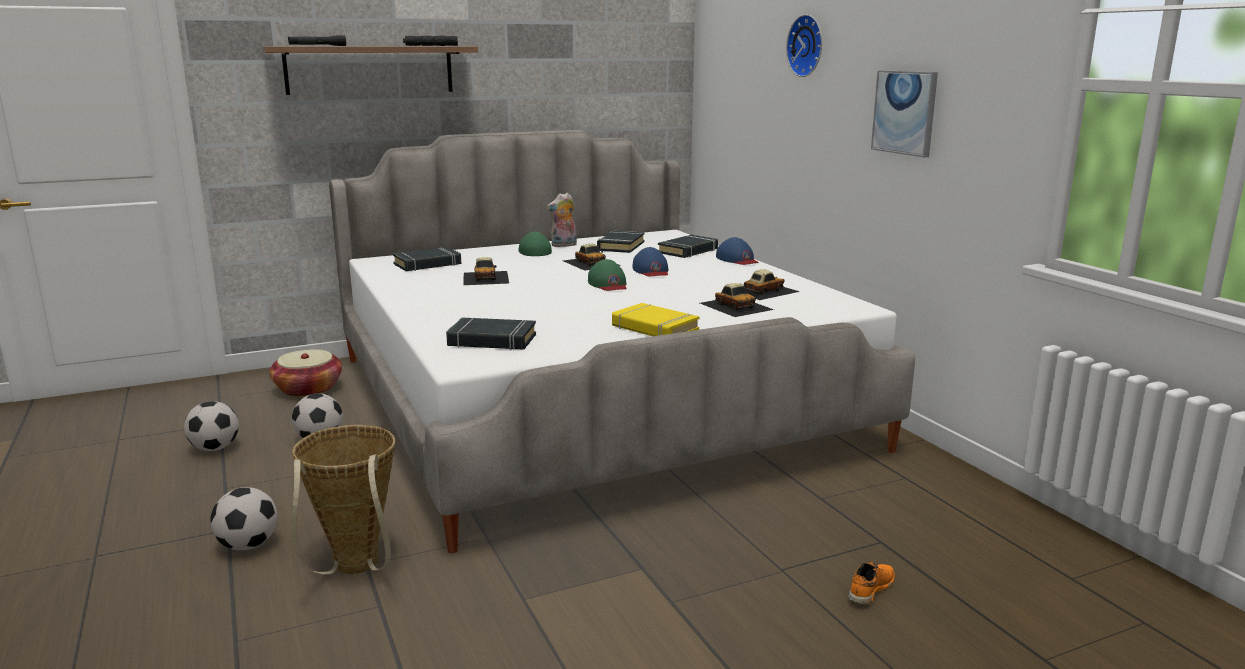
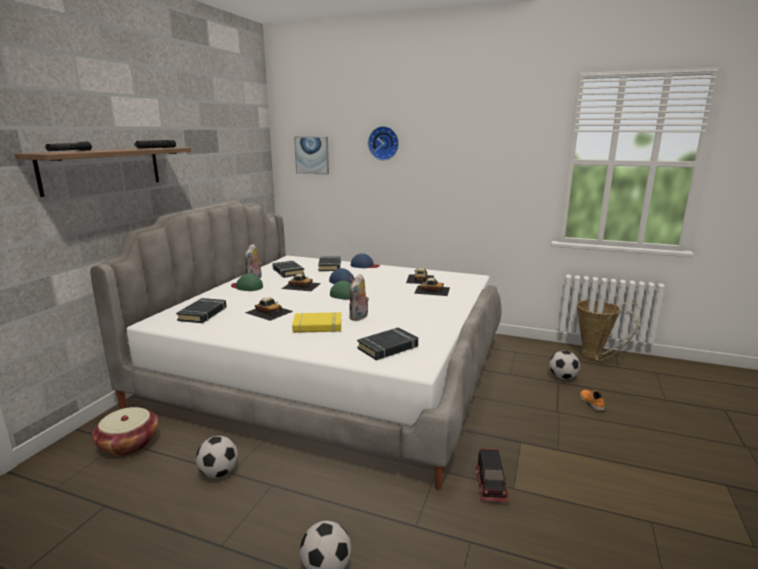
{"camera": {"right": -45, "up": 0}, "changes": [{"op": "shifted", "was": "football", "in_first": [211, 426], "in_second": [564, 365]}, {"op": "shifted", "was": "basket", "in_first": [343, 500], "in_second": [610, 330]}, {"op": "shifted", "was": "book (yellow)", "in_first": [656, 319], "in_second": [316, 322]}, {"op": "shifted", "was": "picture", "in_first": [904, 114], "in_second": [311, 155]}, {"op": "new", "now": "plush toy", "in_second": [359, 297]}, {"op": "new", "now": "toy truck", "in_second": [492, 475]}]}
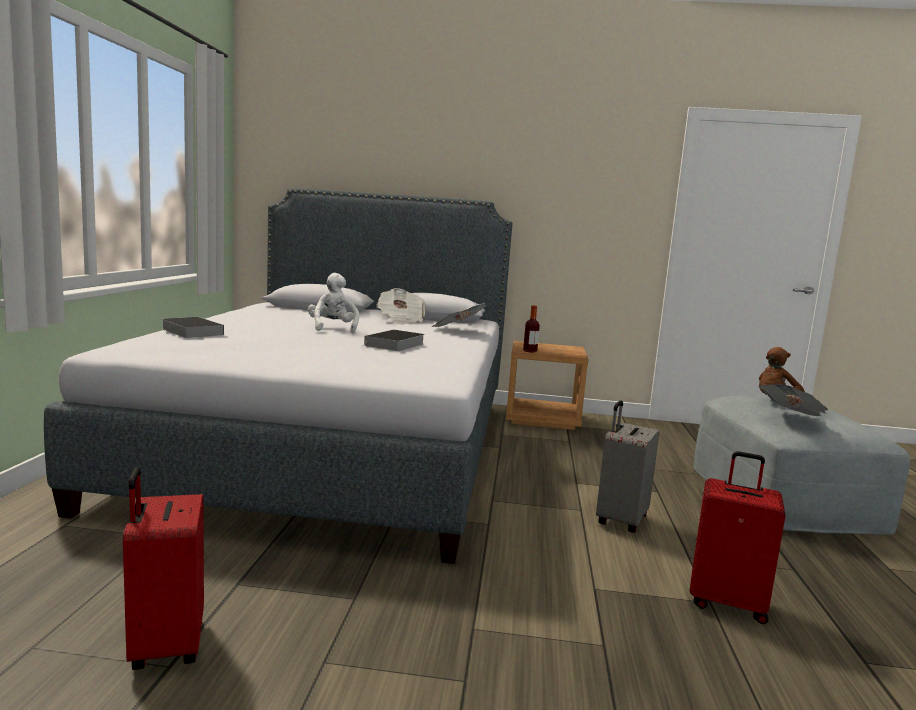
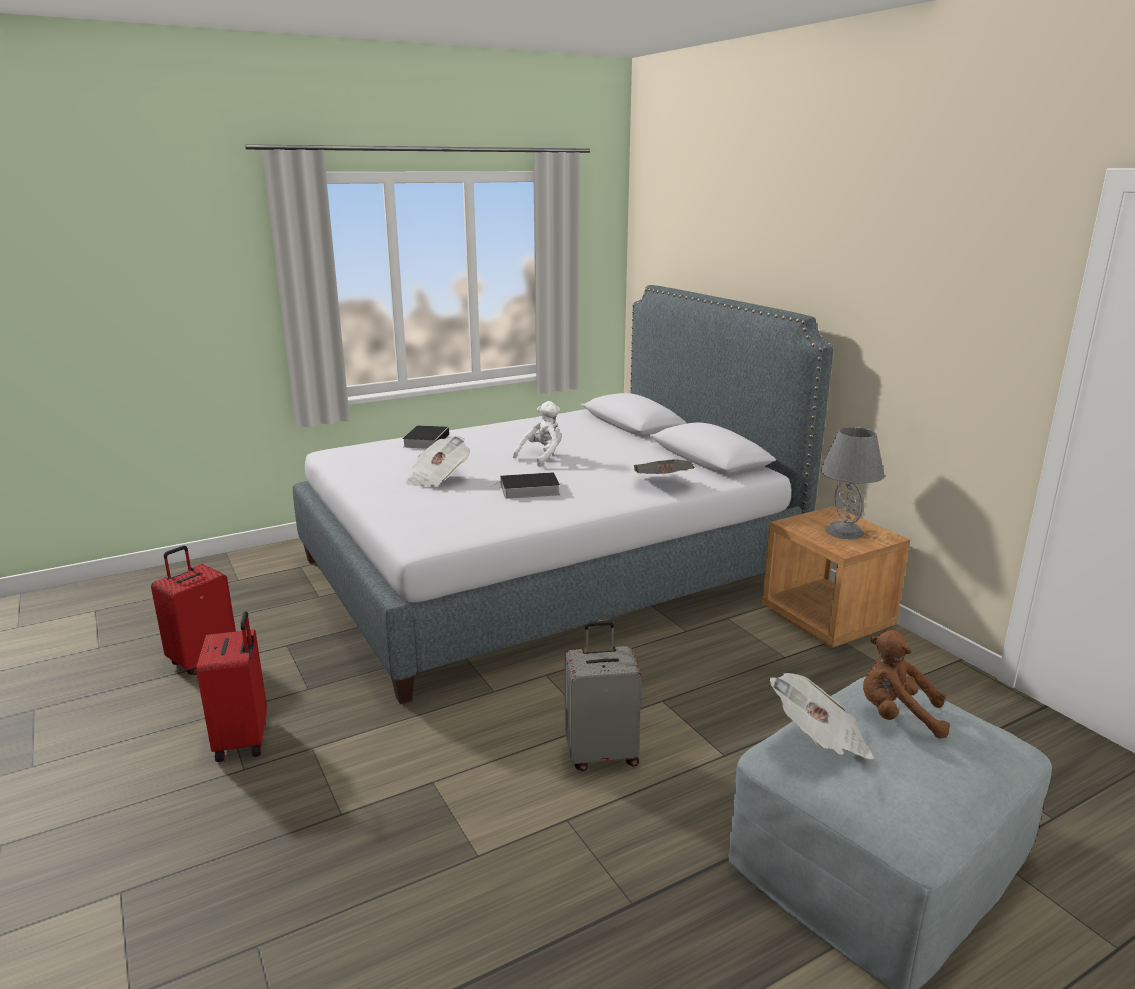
{"camera": {"right": 55, "up": 10}, "changes": [{"op": "shifted", "was": "newspaper", "in_first": [401, 306], "in_second": [438, 461]}, {"op": "gone", "was": "bottle", "in_first": [531, 329]}, {"op": "shifted", "was": "suitcase (red)", "in_first": [737, 537], "in_second": [231, 686]}, {"op": "new", "now": "table lamp (grey)", "in_second": [853, 483]}]}
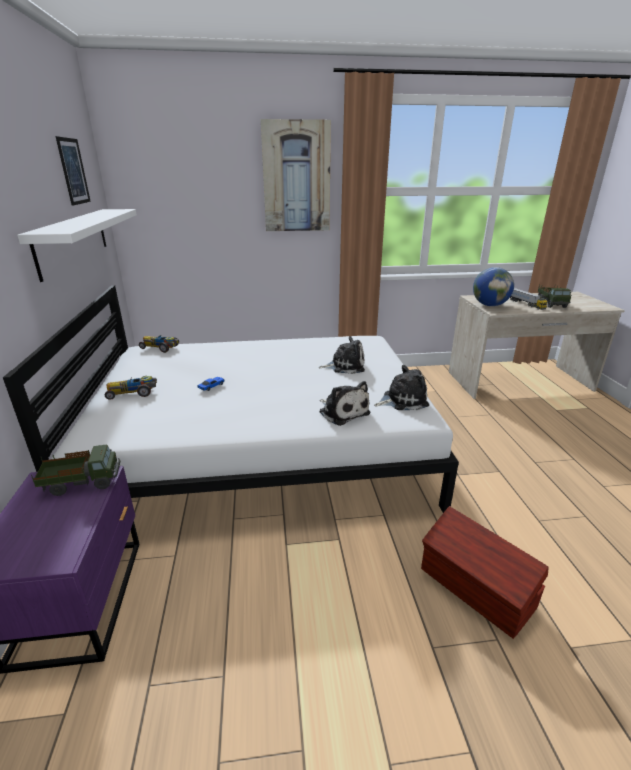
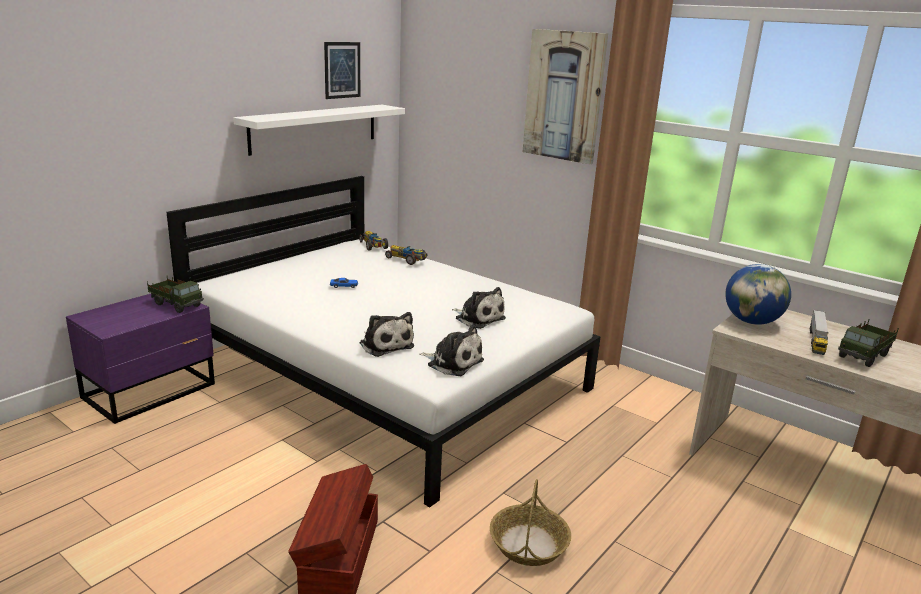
{"camera": {"right": 45, "up": -5}, "changes": [{"op": "shifted", "was": "toy car", "in_first": [131, 388], "in_second": [406, 255]}, {"op": "rotated", "was": "plush toy", "in_first": [344, 403], "in_second": [387, 334], "clockwise": -45}, {"op": "new", "now": "basket", "in_second": [530, 522]}]}
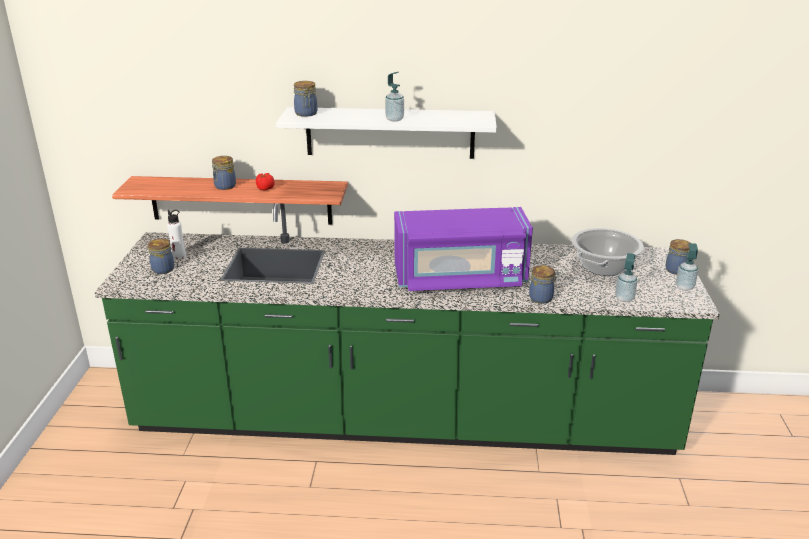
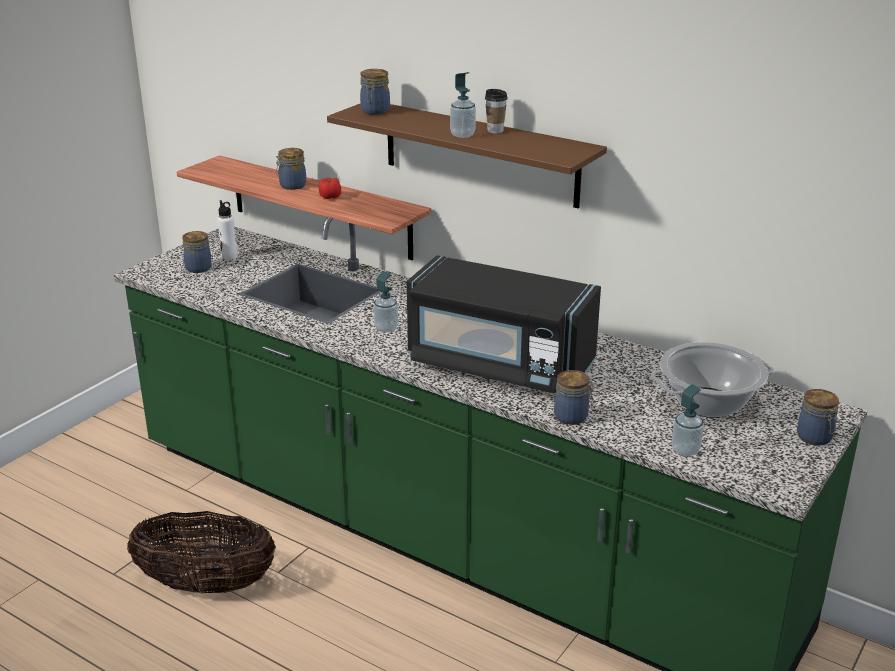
{"camera": {"right": 30, "up": 0}, "changes": [{"op": "repainted", "was": "shelf (white)", "now": "shelf (brown)", "in_first": [386, 133], "in_second": [467, 156]}, {"op": "repainted", "was": "microwave (purple)", "now": "microwave (black)", "in_first": [463, 249], "in_second": [504, 324]}, {"op": "shifted", "was": "soap dispenser", "in_first": [687, 267], "in_second": [386, 301]}, {"op": "new", "now": "basket", "in_second": [201, 552]}, {"op": "new", "now": "cup", "in_second": [496, 111]}]}
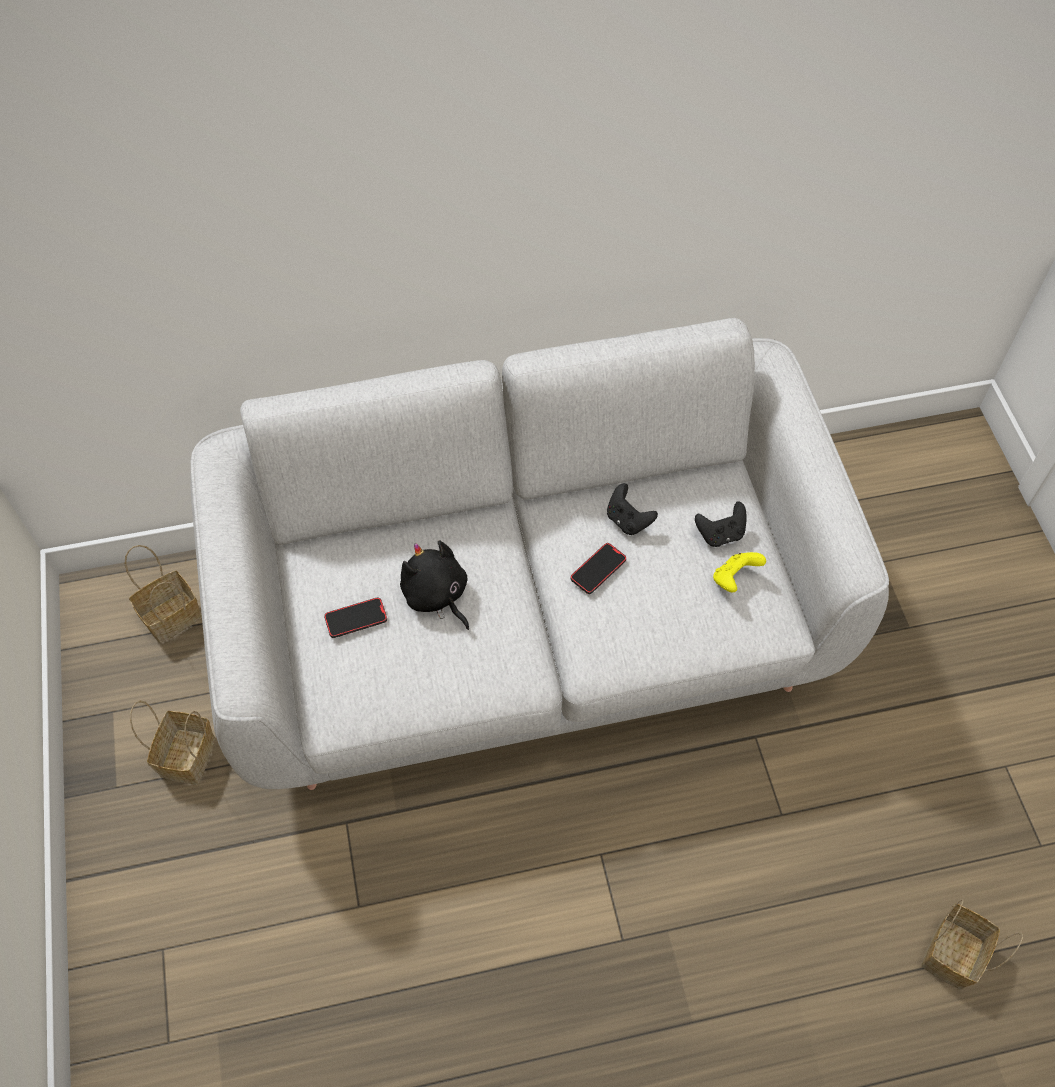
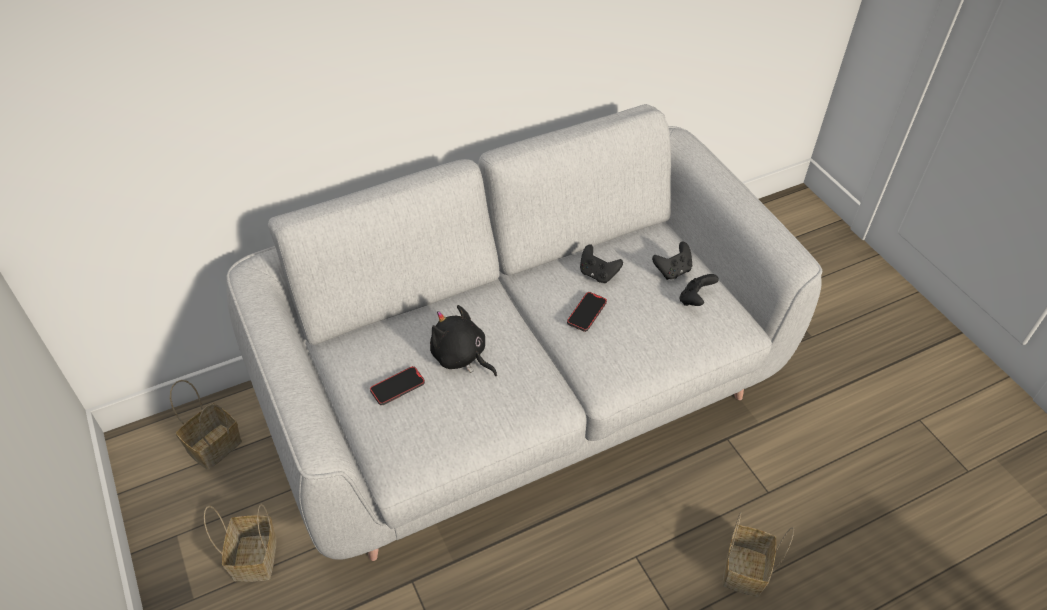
{"camera": {"right": -15, "up": -10}, "changes": [{"op": "repainted", "was": "game controller (yellow)", "now": "game controller (black)", "in_first": [739, 572], "in_second": [699, 290]}, {"op": "shifted", "was": "basket", "in_first": [972, 944], "in_second": [758, 554]}]}
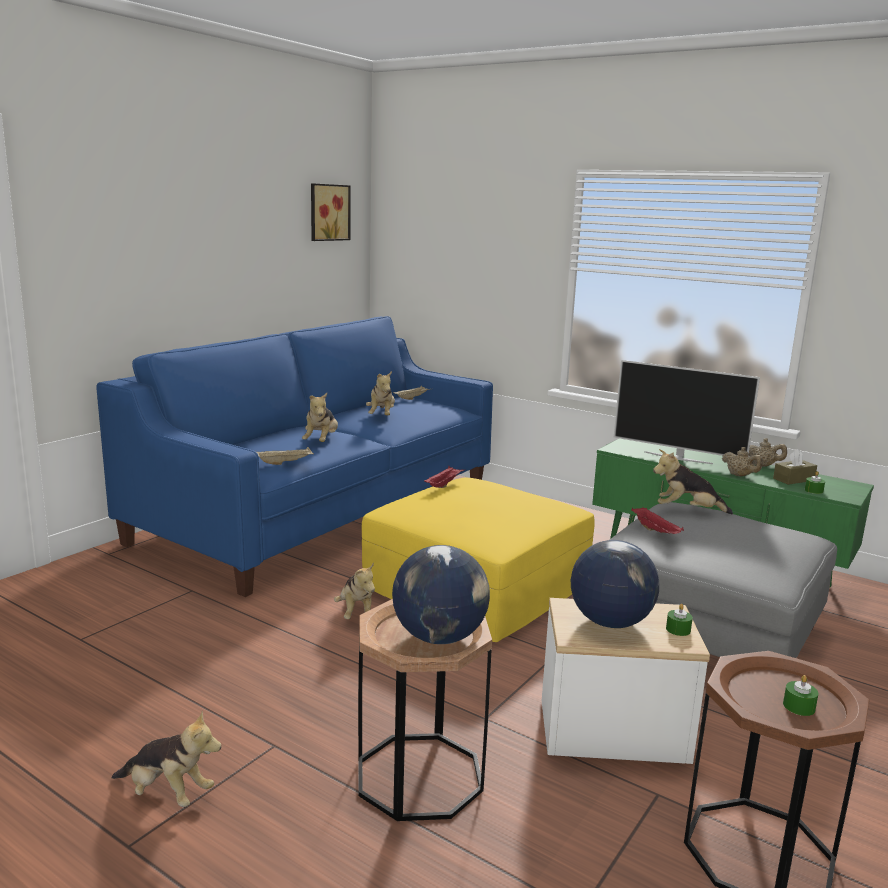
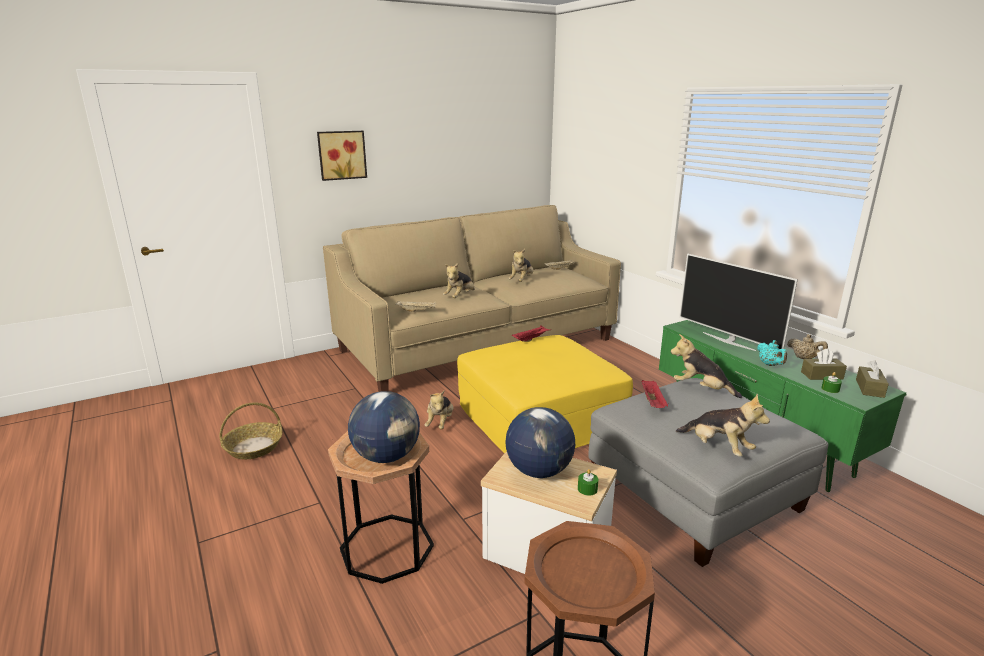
{"camera": {"right": 25, "up": 5}, "changes": [{"op": "repainted", "was": "sofa (blue)", "now": "sofa (beige)", "in_first": [294, 456], "in_second": [472, 298]}, {"op": "shifted", "was": "plush toy", "in_first": [166, 759], "in_second": [722, 425]}, {"op": "shifted", "was": "picture", "in_first": [331, 212], "in_second": [342, 156]}, {"op": "repainted", "was": "teapot (beige)", "now": "teapot (turquoise)", "in_first": [742, 462], "in_second": [772, 353]}, {"op": "gone", "was": "candle (green)", "in_first": [801, 695]}, {"op": "new", "now": "basket", "in_second": [251, 431]}, {"op": "new", "now": "tissue box (brown)", "in_second": [872, 379]}]}
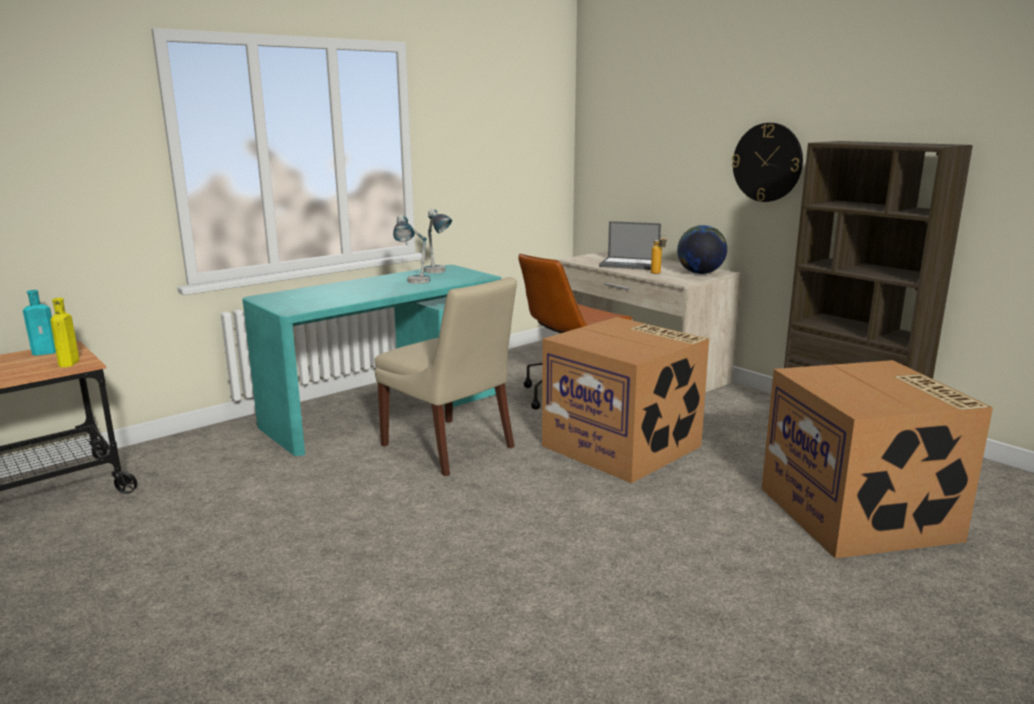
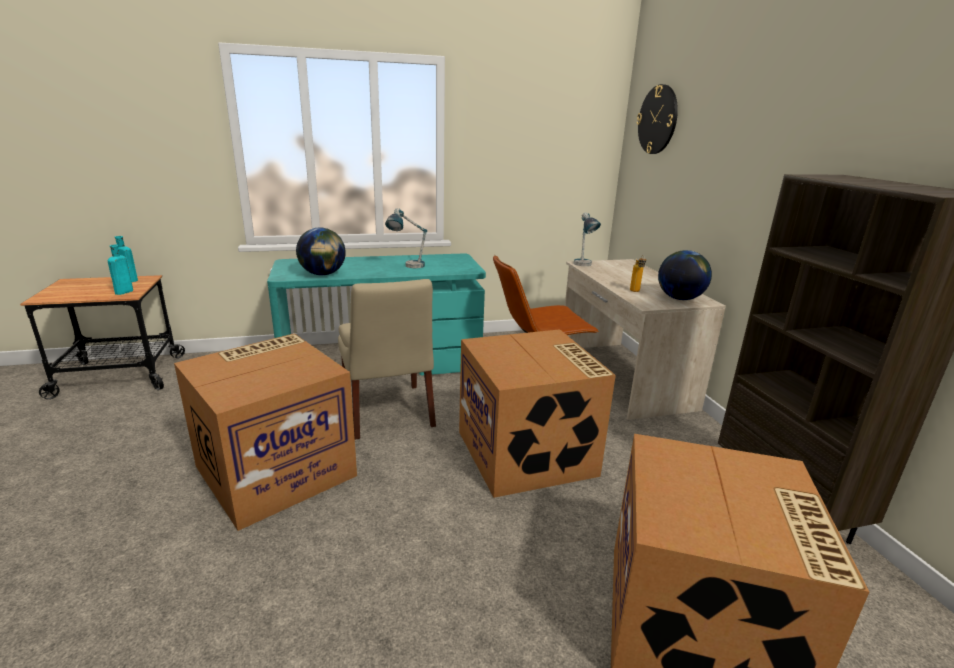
{"camera": {"right": 25, "up": 5}, "changes": [{"op": "repainted", "was": "bottle (yellow)", "now": "bottle (turquoise)", "in_first": [64, 332], "in_second": [120, 270]}, {"op": "shifted", "was": "table lamp", "in_first": [438, 241], "in_second": [587, 239]}, {"op": "gone", "was": "laptop", "in_first": [630, 245]}, {"op": "shifted", "was": "wall clock", "in_first": [767, 162], "in_second": [657, 119]}, {"op": "new", "now": "cardboard box", "in_second": [265, 432]}, {"op": "new", "now": "globe", "in_second": [321, 251]}]}
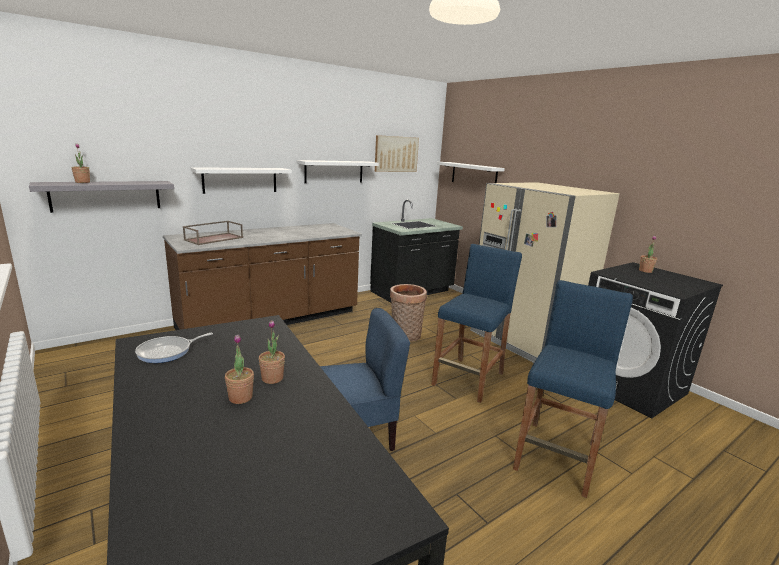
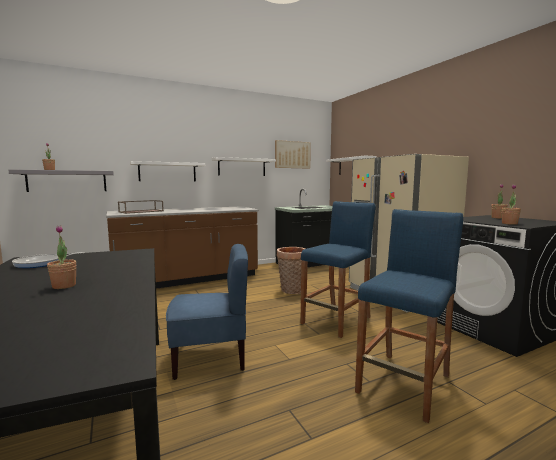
{"camera": {"right": 10, "up": -10}, "changes": [{"op": "shifted", "was": "potted plant", "in_first": [272, 352], "in_second": [511, 204]}]}
